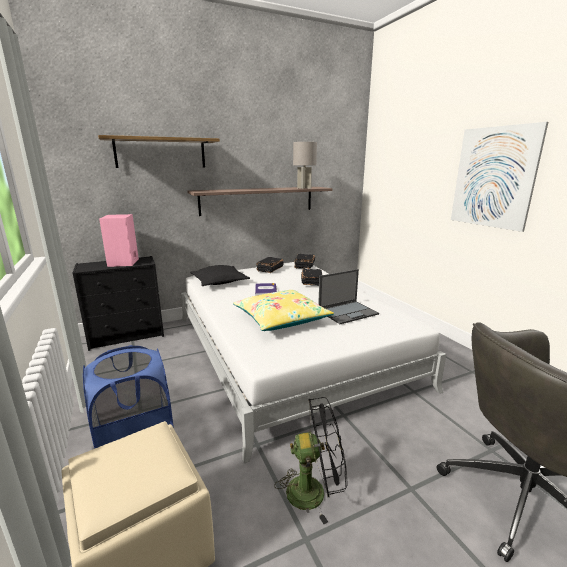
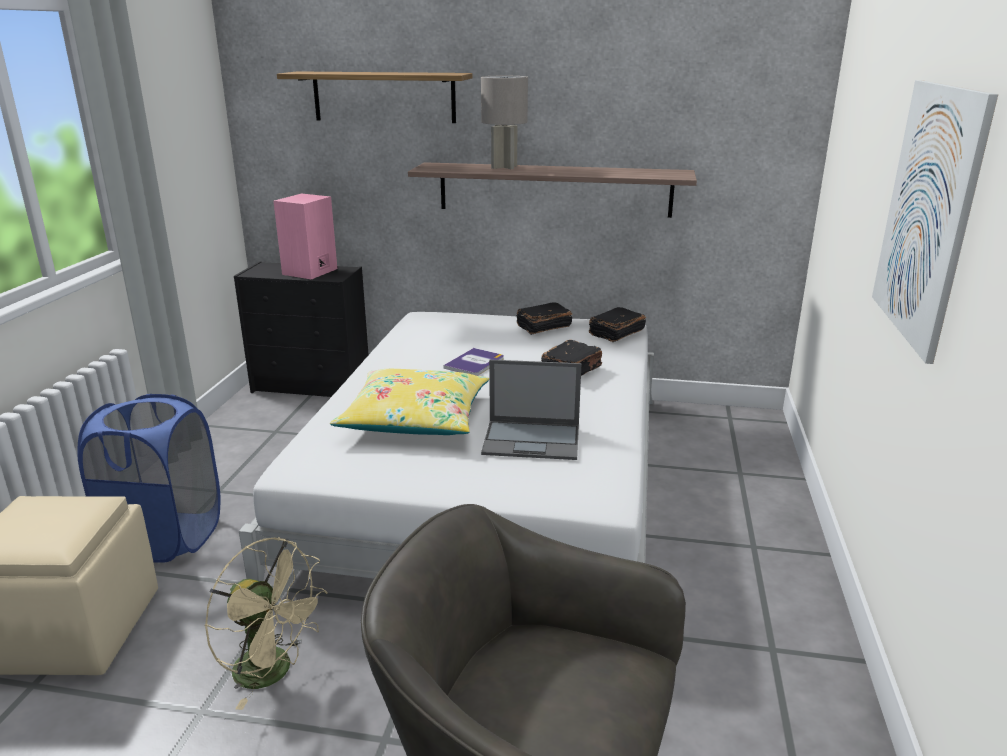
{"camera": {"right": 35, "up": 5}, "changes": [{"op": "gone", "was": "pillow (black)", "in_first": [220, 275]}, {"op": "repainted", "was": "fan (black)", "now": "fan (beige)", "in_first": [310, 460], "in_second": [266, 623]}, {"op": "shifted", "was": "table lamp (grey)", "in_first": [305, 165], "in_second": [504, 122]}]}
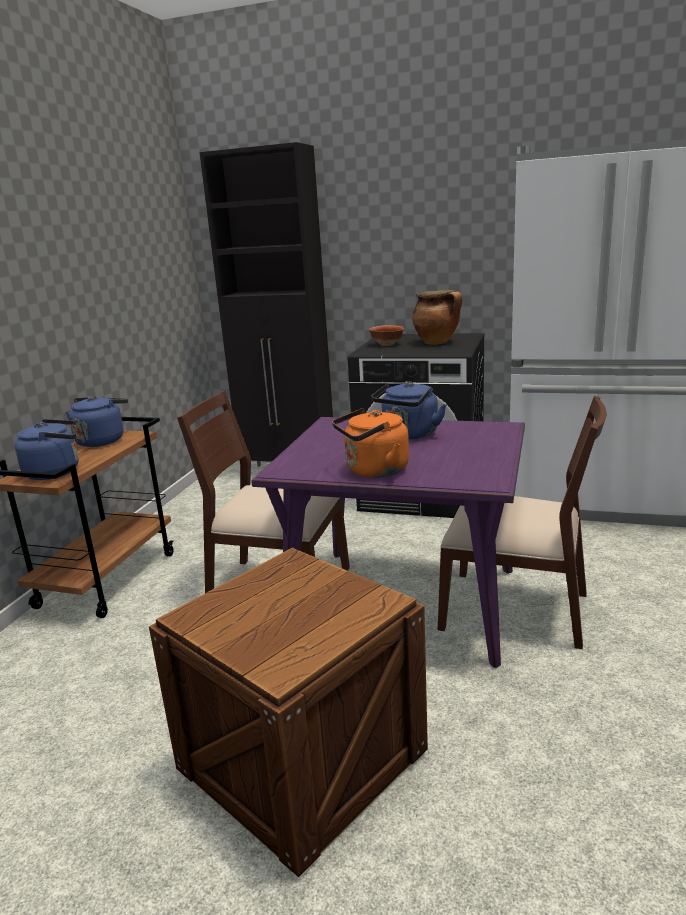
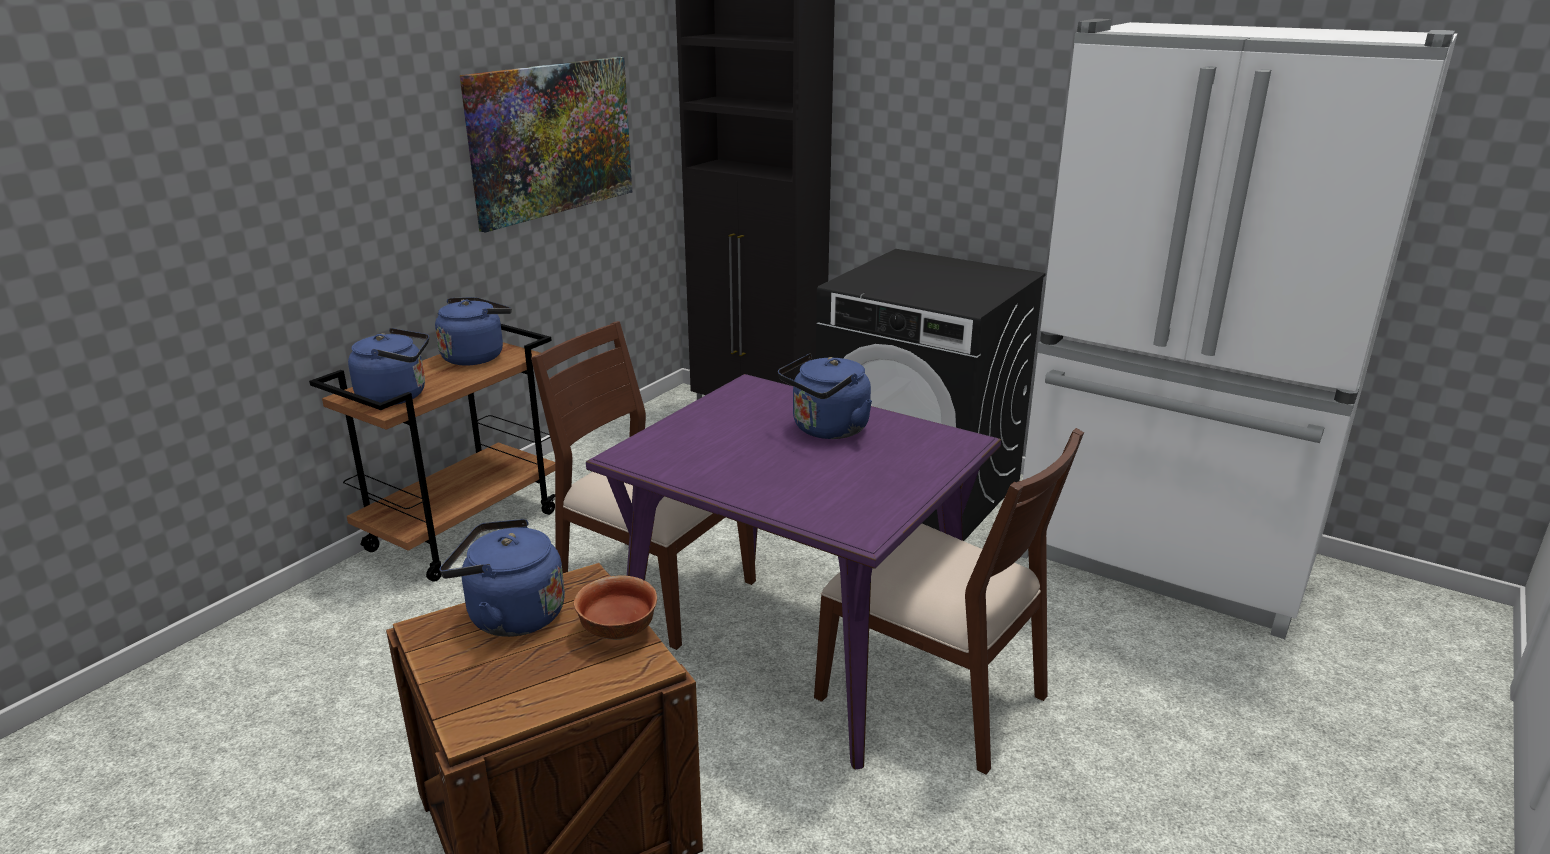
{"camera": {"right": 15, "up": 5}, "changes": [{"op": "gone", "was": "kettle (orange)", "in_first": [370, 443]}, {"op": "shifted", "was": "bowl", "in_first": [386, 335], "in_second": [615, 607]}, {"op": "gone", "was": "cooking pot", "in_first": [437, 317]}, {"op": "new", "now": "kettle (blue)", "in_second": [502, 578]}, {"op": "new", "now": "picture", "in_second": [546, 145]}]}
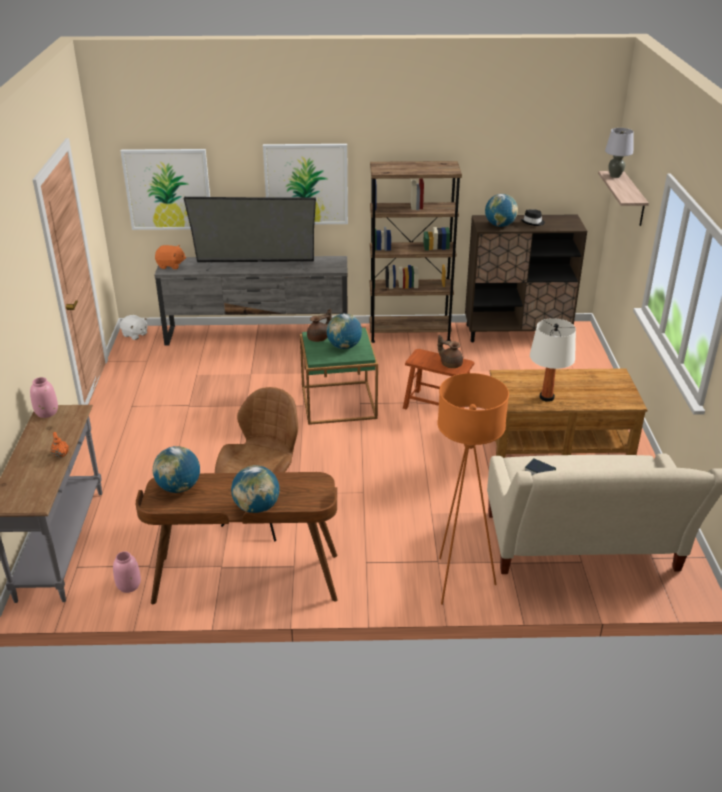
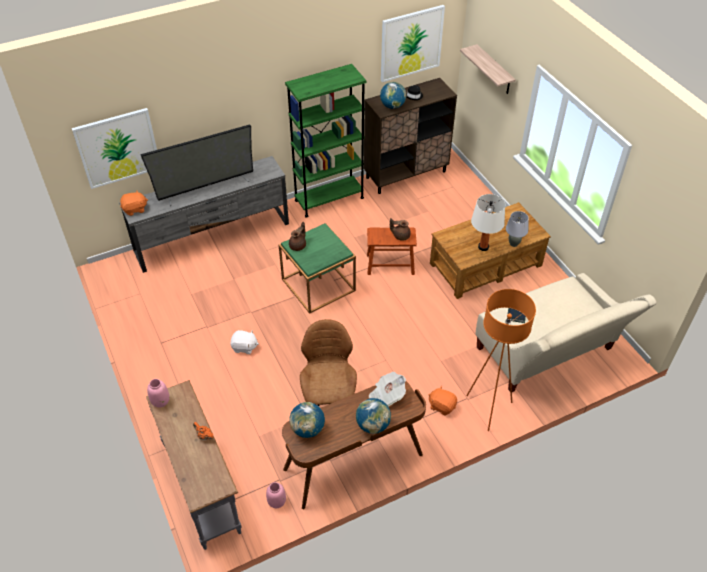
{"camera": {"right": -25, "up": 15}, "changes": [{"op": "shifted", "was": "plush toy (white)", "in_first": [133, 327], "in_second": [244, 342]}, {"op": "shifted", "was": "picture", "in_first": [305, 184], "in_second": [413, 43]}, {"op": "gone", "was": "globe", "in_first": [344, 331]}, {"op": "repainted", "was": "bookcase (brown)", "now": "bookcase (green)", "in_first": [415, 252], "in_second": [325, 141]}, {"op": "shifted", "was": "table lamp (grey)", "in_first": [619, 153], "in_second": [517, 229]}, {"op": "new", "now": "newspaper", "in_second": [387, 389]}, {"op": "new", "now": "plush toy (orange)", "in_second": [442, 400]}]}
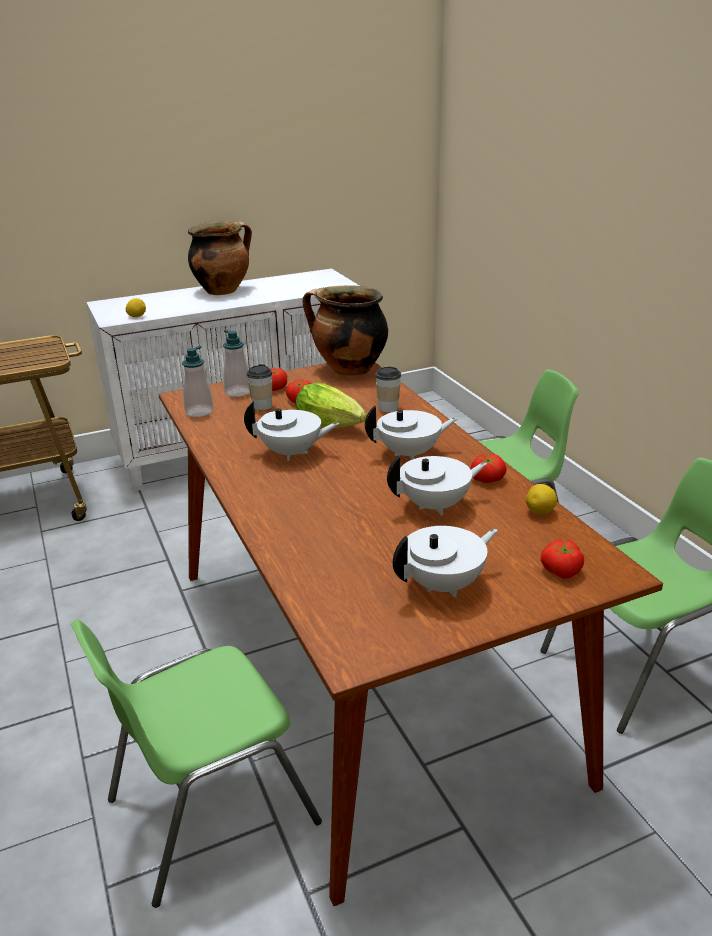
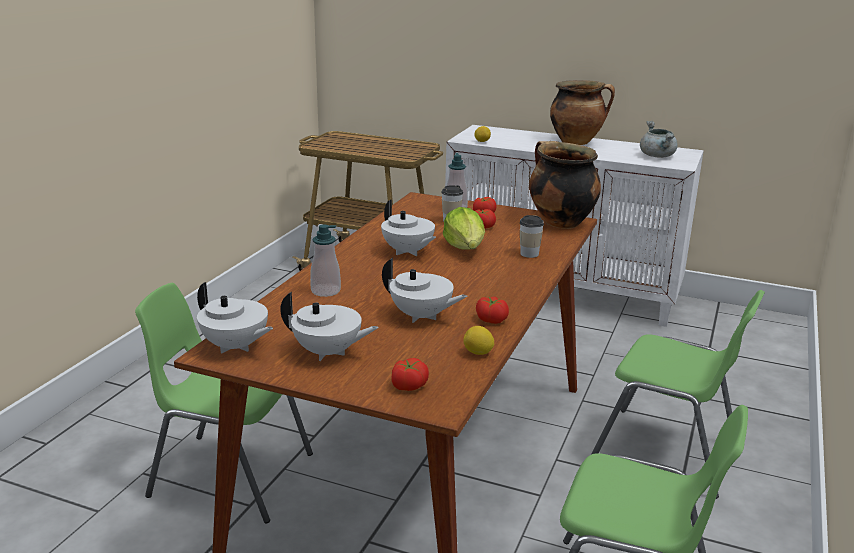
{"camera": {"right": 45, "up": -5}, "changes": [{"op": "shifted", "was": "soap dispenser", "in_first": [197, 381], "in_second": [325, 261]}, {"op": "shifted", "was": "teapot (white)", "in_first": [411, 433], "in_second": [235, 317]}, {"op": "new", "now": "cooking pot (grey)", "in_second": [658, 139]}]}
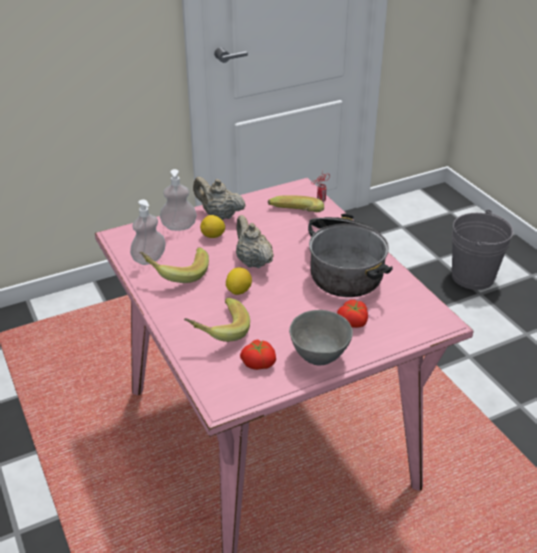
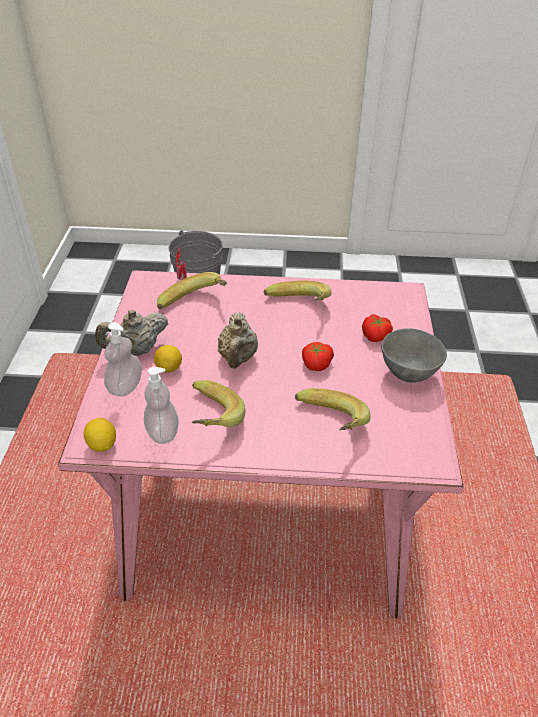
{"camera": {"right": -60, "up": 5}, "changes": [{"op": "shifted", "was": "lemon", "in_first": [239, 281], "in_second": [100, 435]}, {"op": "rotated", "was": "teapot (beige)", "in_first": [255, 241], "in_second": [238, 340], "clockwise": -90}, {"op": "shifted", "was": "tomato", "in_first": [258, 354], "in_second": [318, 356]}, {"op": "swapped", "was": "cooking pot", "now": "banana", "in_first": [350, 255], "in_second": [297, 290]}]}
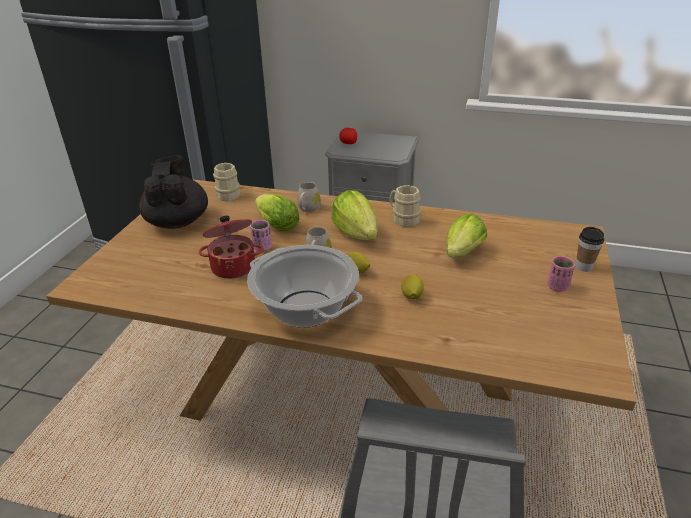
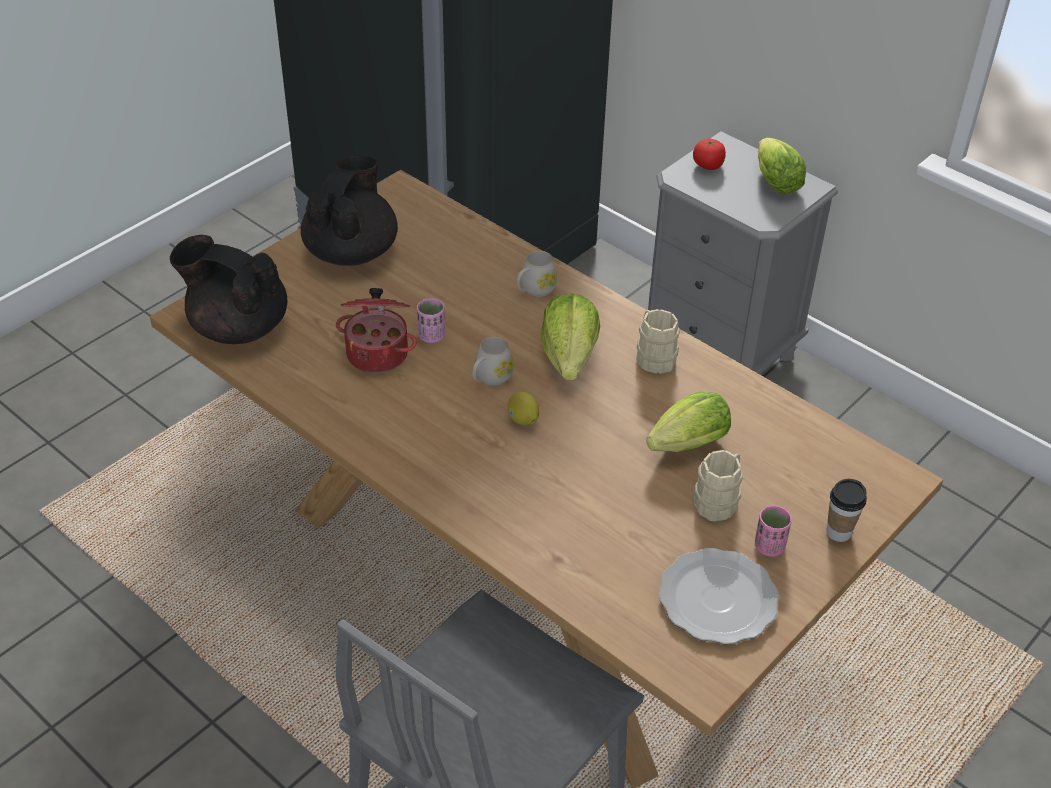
{"camera": {"right": 25, "up": 10}, "changes": [{"op": "shifted", "was": "mug (beige)", "in_first": [226, 182], "in_second": [718, 486]}, {"op": "gone", "was": "cooking pot", "in_first": [305, 286]}, {"op": "shifted", "was": "lettuce", "in_first": [277, 212], "in_second": [782, 166]}, {"op": "gone", "was": "lemon", "in_first": [412, 286]}, {"op": "new", "now": "teapot (black)", "in_second": [228, 289]}, {"op": "new", "now": "plate", "in_second": [719, 596]}]}
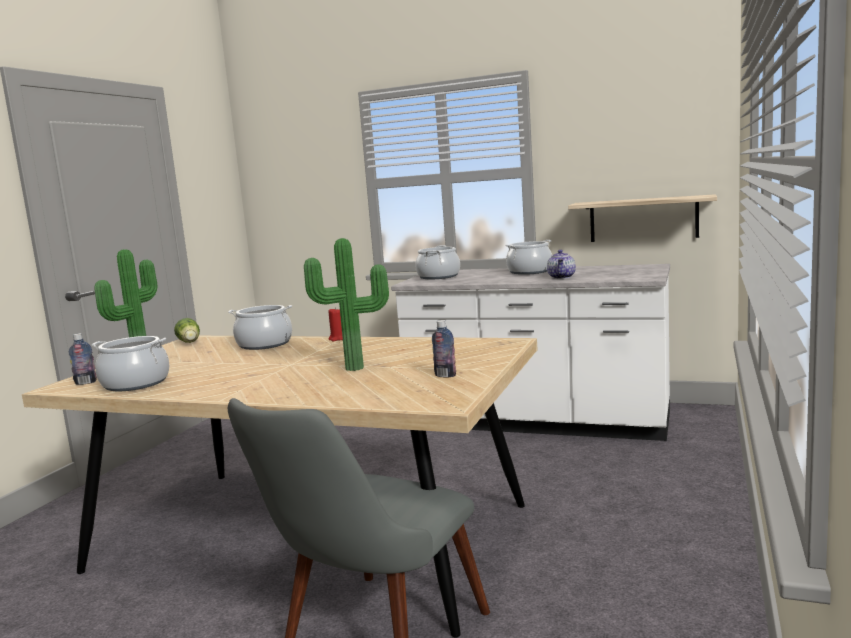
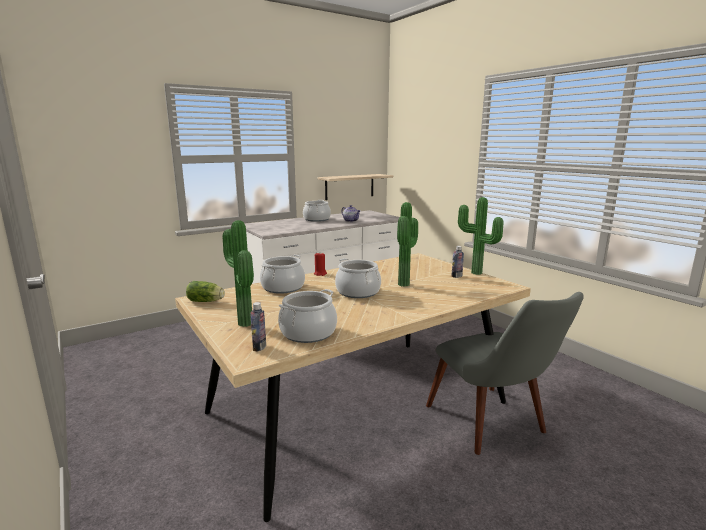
{"camera": {"right": -55, "up": 5}, "changes": [{"op": "shifted", "was": "cooking pot", "in_first": [437, 262], "in_second": [358, 278]}, {"op": "new", "now": "potted plant", "in_second": [480, 236]}]}
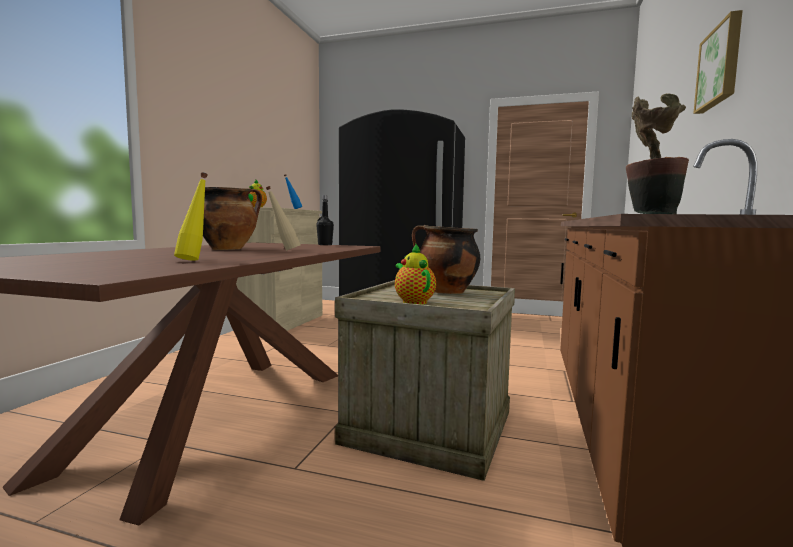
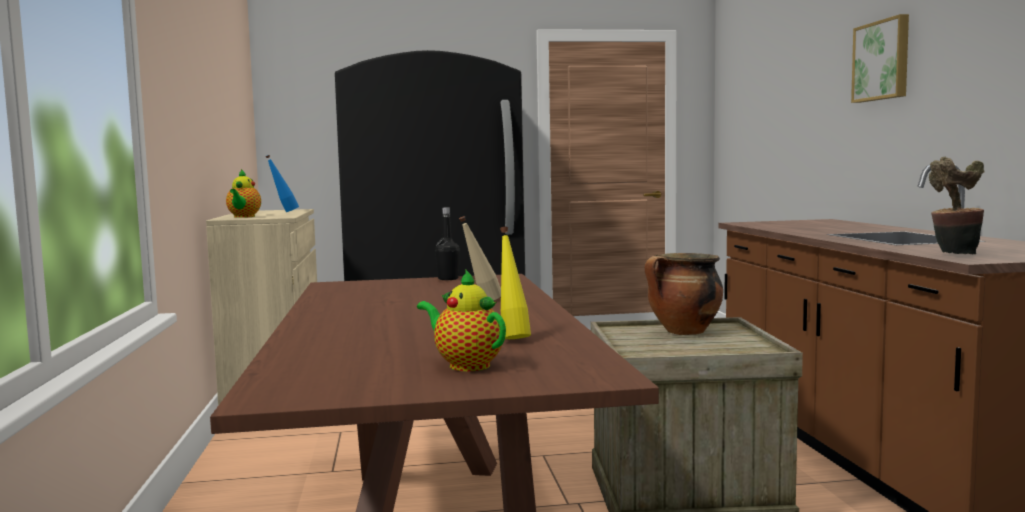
{"camera": {"right": -25, "up": 0}, "changes": [{"op": "gone", "was": "cooking pot", "in_first": [232, 218]}, {"op": "shifted", "was": "teapot", "in_first": [415, 274], "in_second": [461, 320]}]}
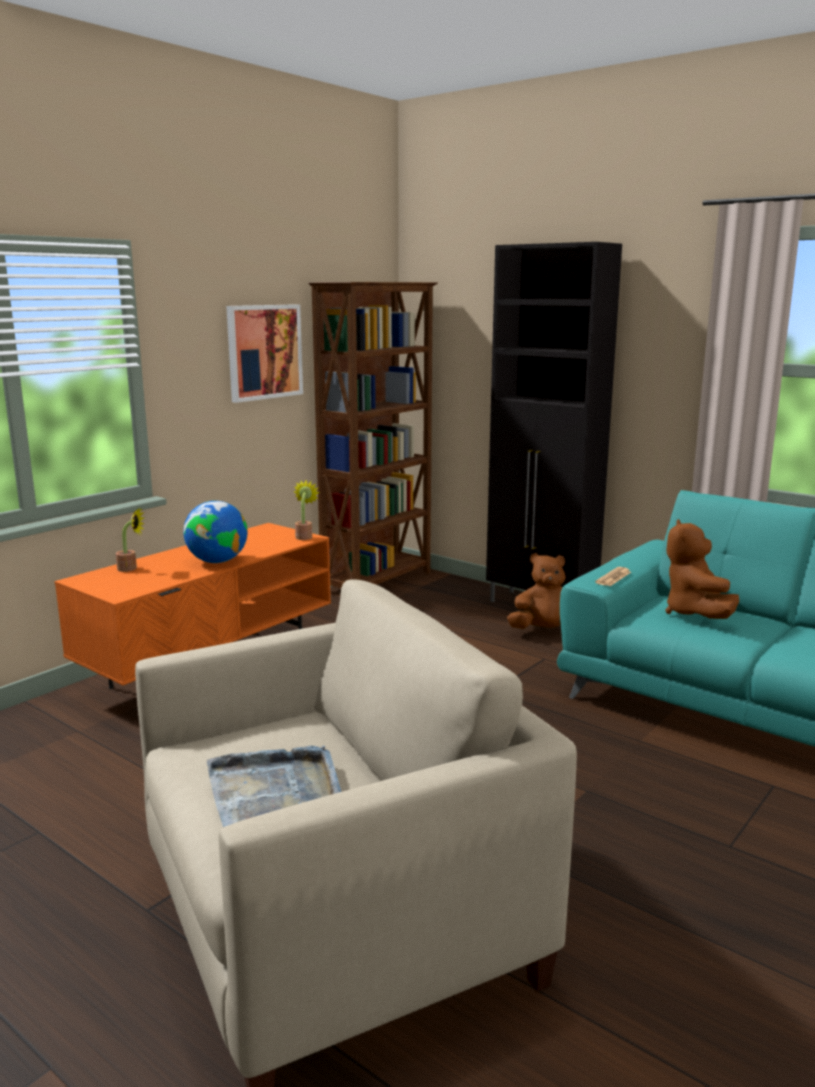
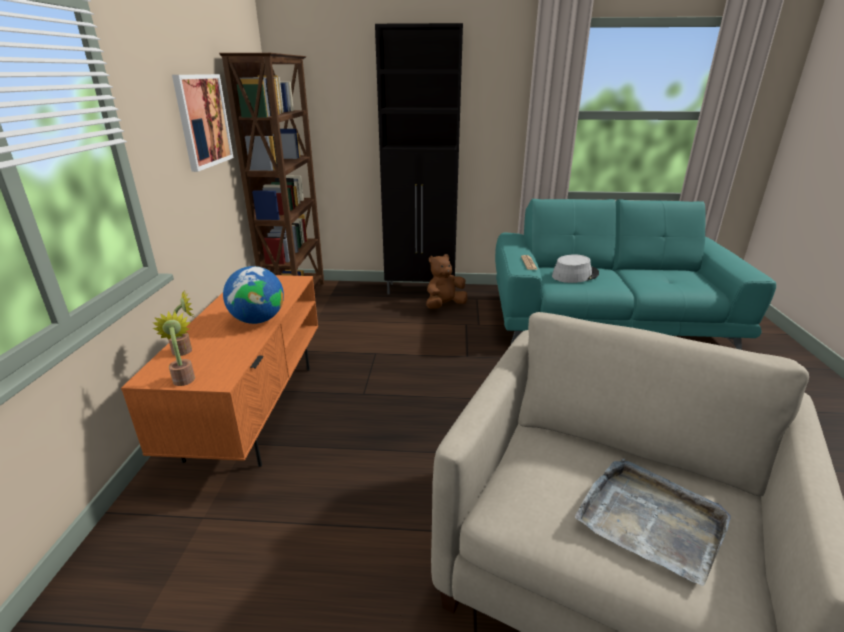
{"camera": {"right": -35, "up": 10}, "changes": [{"op": "shifted", "was": "potted plant", "in_first": [307, 510], "in_second": [173, 348]}, {"op": "swapped", "was": "plush toy (brown)", "now": "hat (grey)", "in_first": [702, 569], "in_second": [575, 269]}]}
